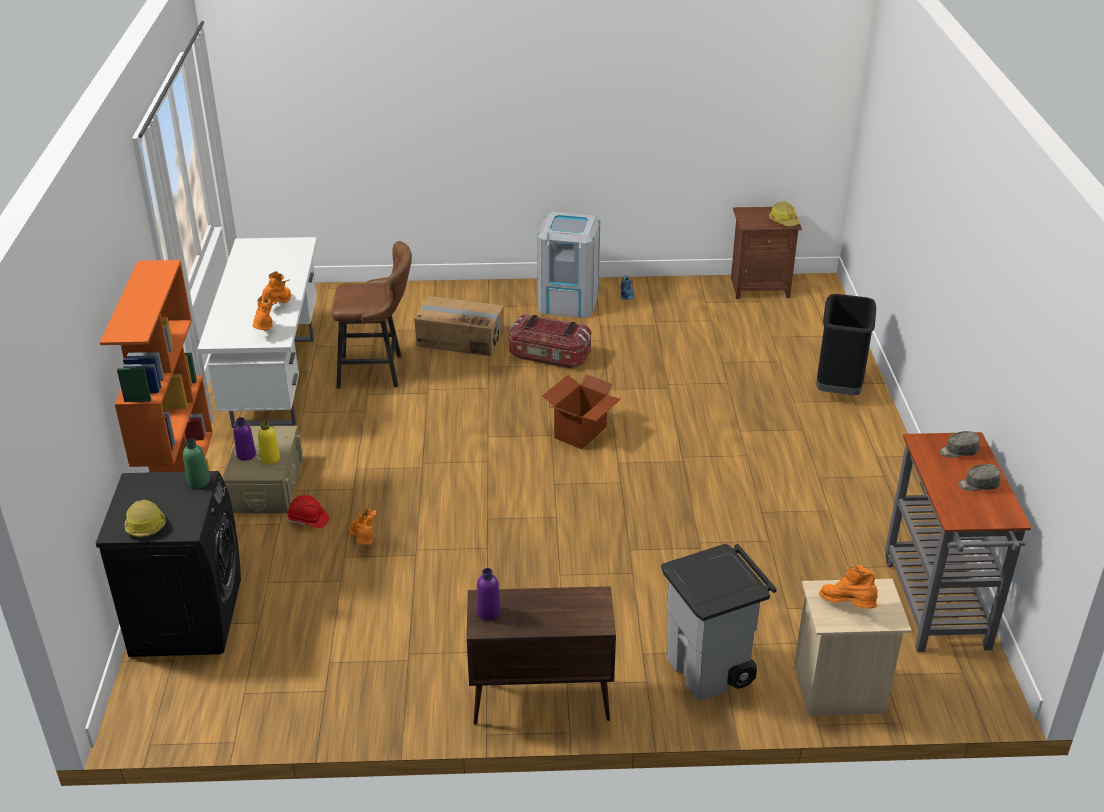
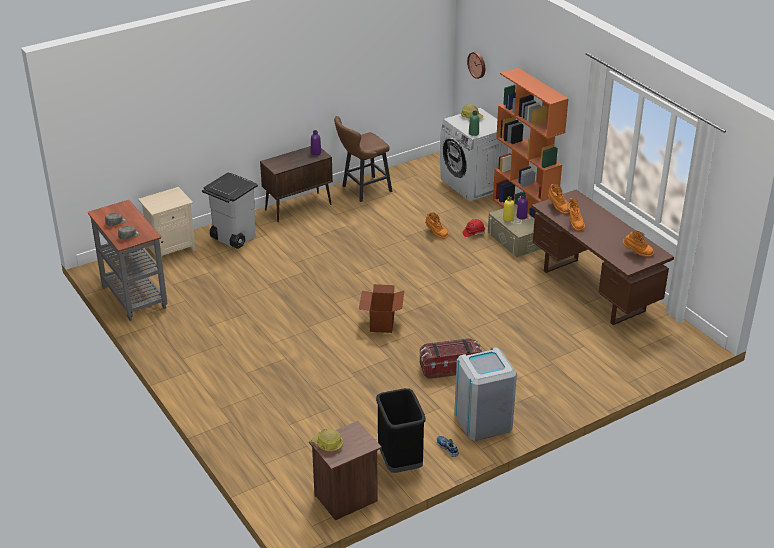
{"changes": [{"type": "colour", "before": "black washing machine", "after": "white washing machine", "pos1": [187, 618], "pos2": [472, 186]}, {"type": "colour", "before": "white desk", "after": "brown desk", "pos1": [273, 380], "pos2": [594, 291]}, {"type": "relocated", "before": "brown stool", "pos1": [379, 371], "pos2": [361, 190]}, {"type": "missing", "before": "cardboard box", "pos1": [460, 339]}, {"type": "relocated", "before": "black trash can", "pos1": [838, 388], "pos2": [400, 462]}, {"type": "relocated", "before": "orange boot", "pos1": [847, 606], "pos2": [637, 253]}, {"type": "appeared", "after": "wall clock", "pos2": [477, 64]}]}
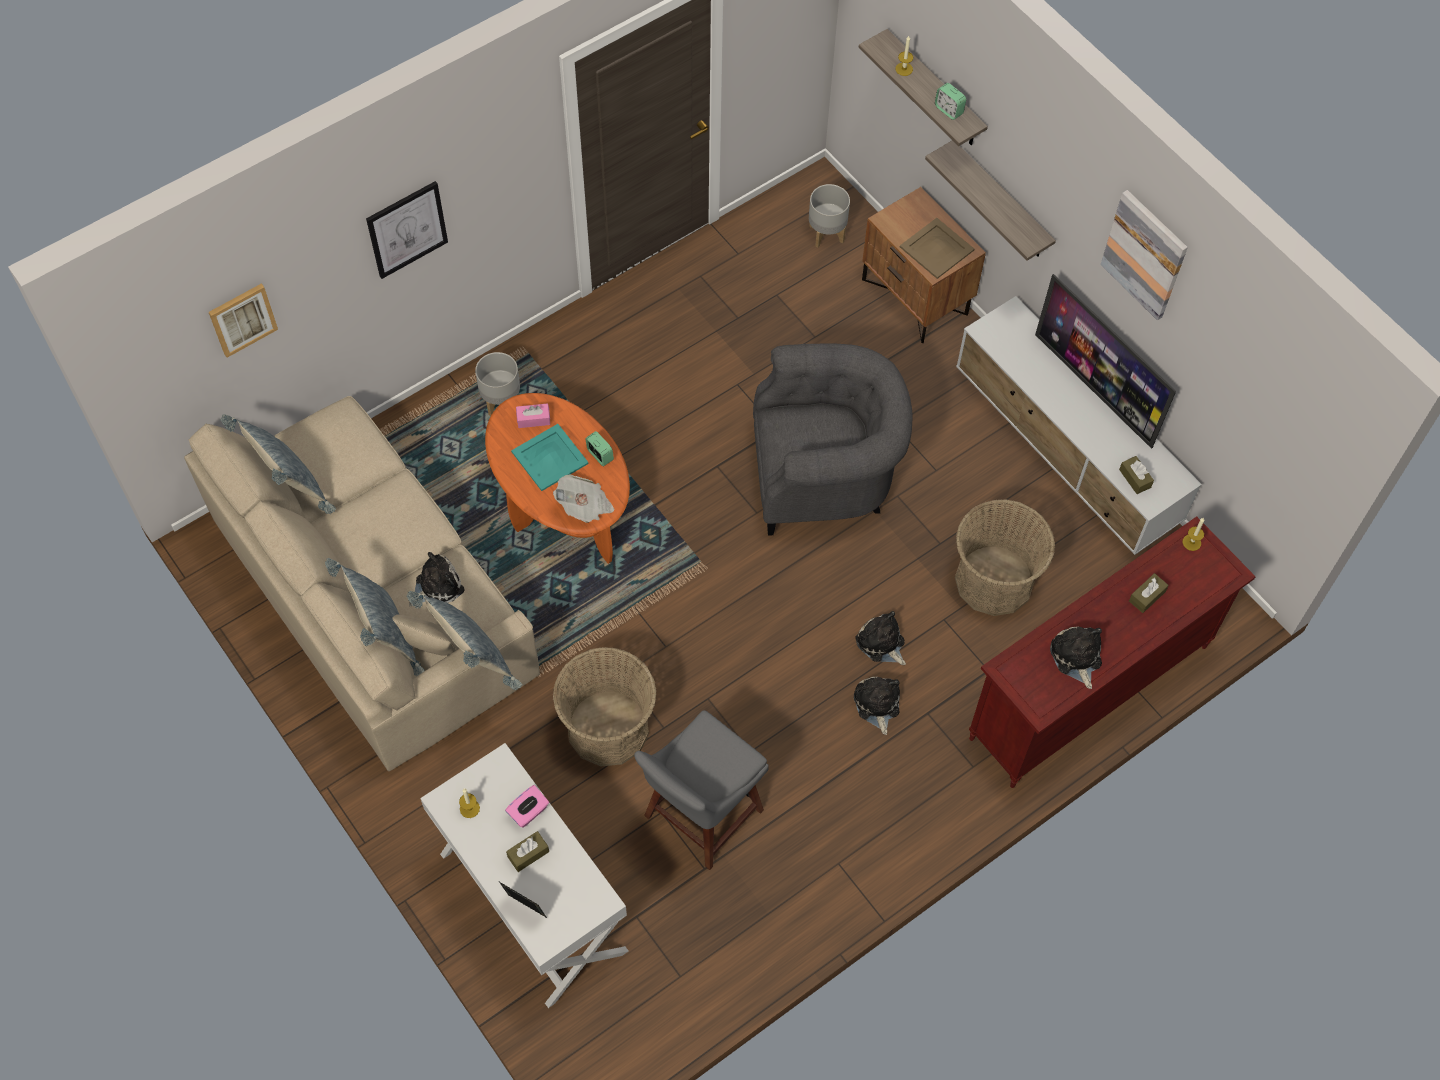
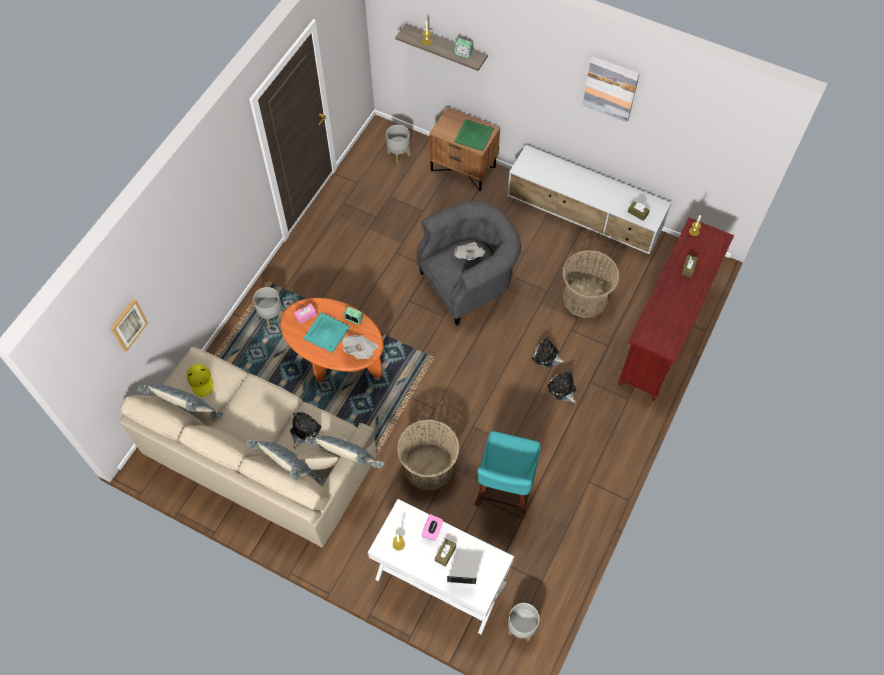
{"changes": [{"type": "missing", "before": "picture", "pos1": [407, 229]}, {"type": "colour", "before": "grey stool", "after": "turquoise stool", "pos1": [699, 816], "pos2": [504, 491]}, {"type": "colour", "before": "beige tray", "after": "green tray", "pos1": [936, 248], "pos2": [473, 135]}, {"type": "missing", "before": "shelf", "pos1": [1001, 202]}, {"type": "missing", "before": "television", "pos1": [1095, 389]}, {"type": "missing", "before": "plush toy", "pos1": [1076, 657]}, {"type": "appeared", "after": "yellow hat", "pos2": [201, 381]}, {"type": "appeared", "after": "newspaper", "pos2": [469, 255]}, {"type": "appeared", "after": "grey planter", "pos2": [521, 627]}]}
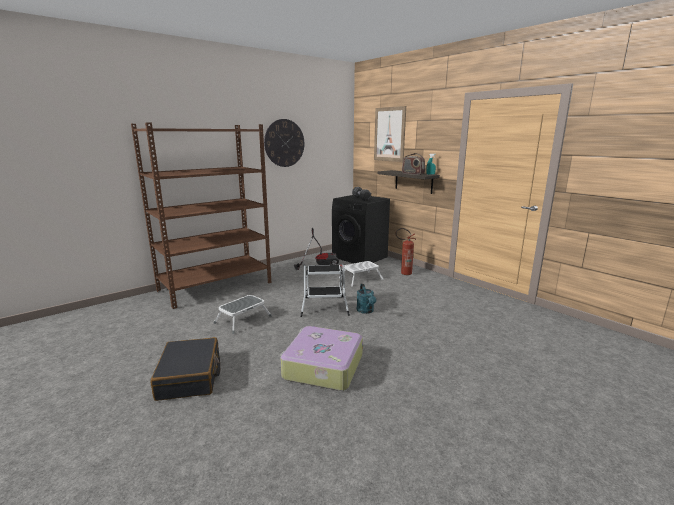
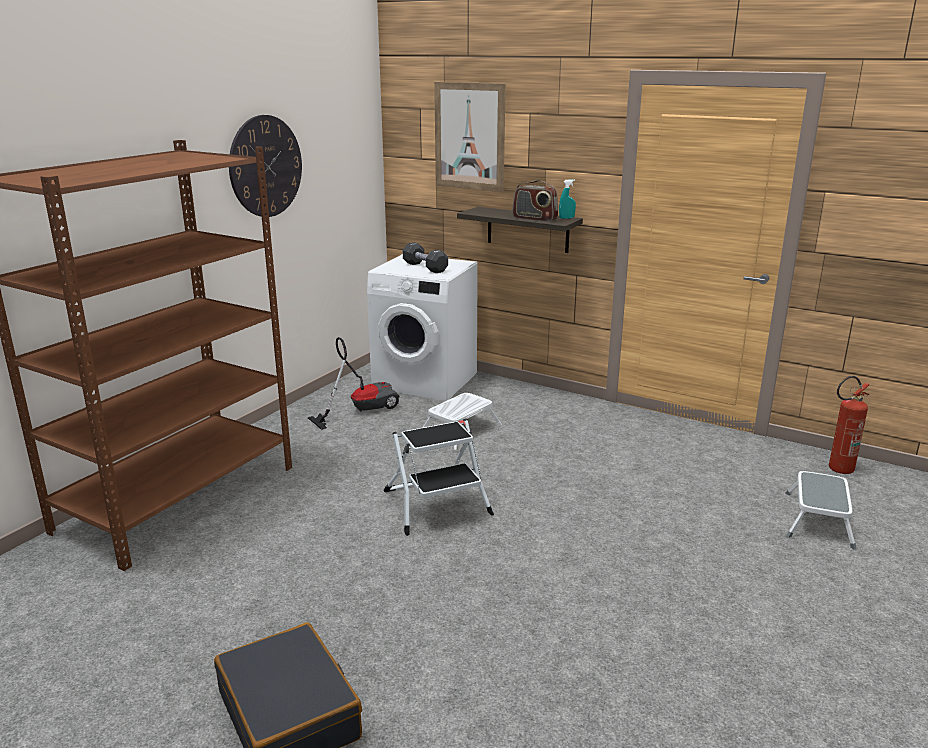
{"changes": [{"type": "relocated", "before": "grey step ladder", "pos1": [243, 320], "pos2": [819, 519]}, {"type": "missing", "before": "suitcase", "pos1": [322, 367]}, {"type": "colour", "before": "black washing machine", "after": "white washing machine", "pos1": [359, 257], "pos2": [424, 380]}, {"type": "missing", "before": "turquoise watering can", "pos1": [366, 311]}, {"type": "relocated", "before": "fire extinguisher", "pos1": [403, 273], "pos2": [836, 470]}]}
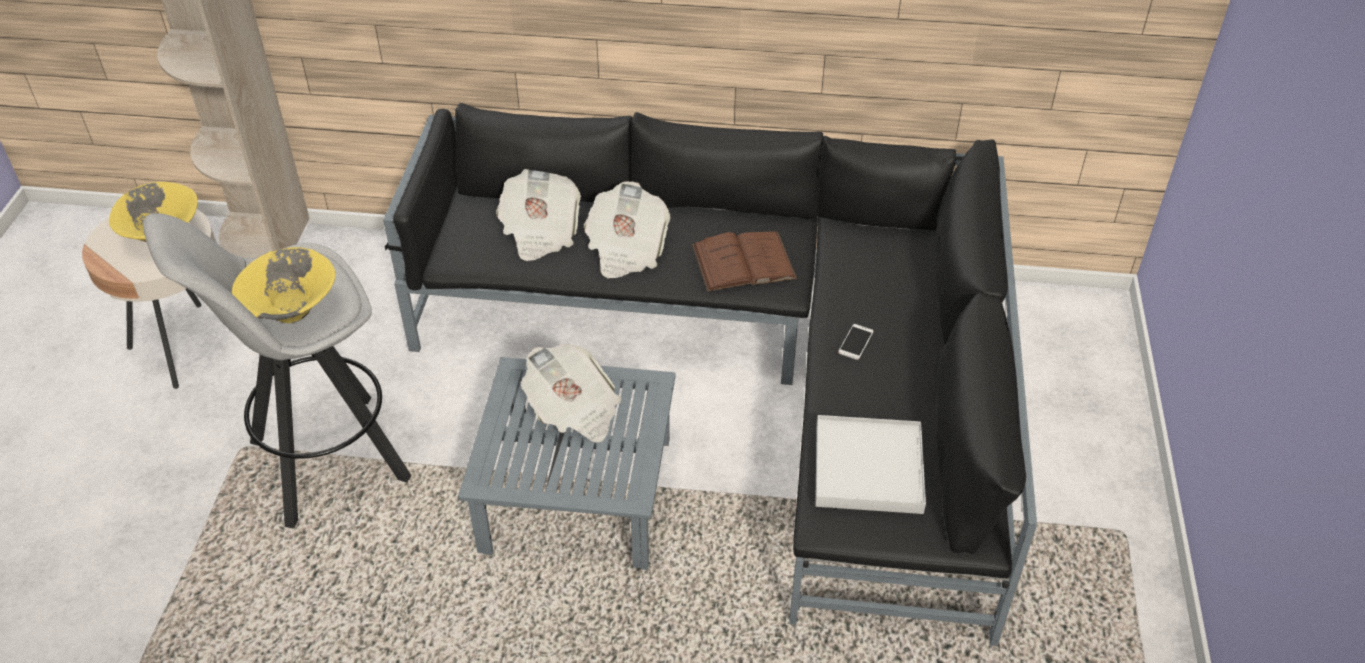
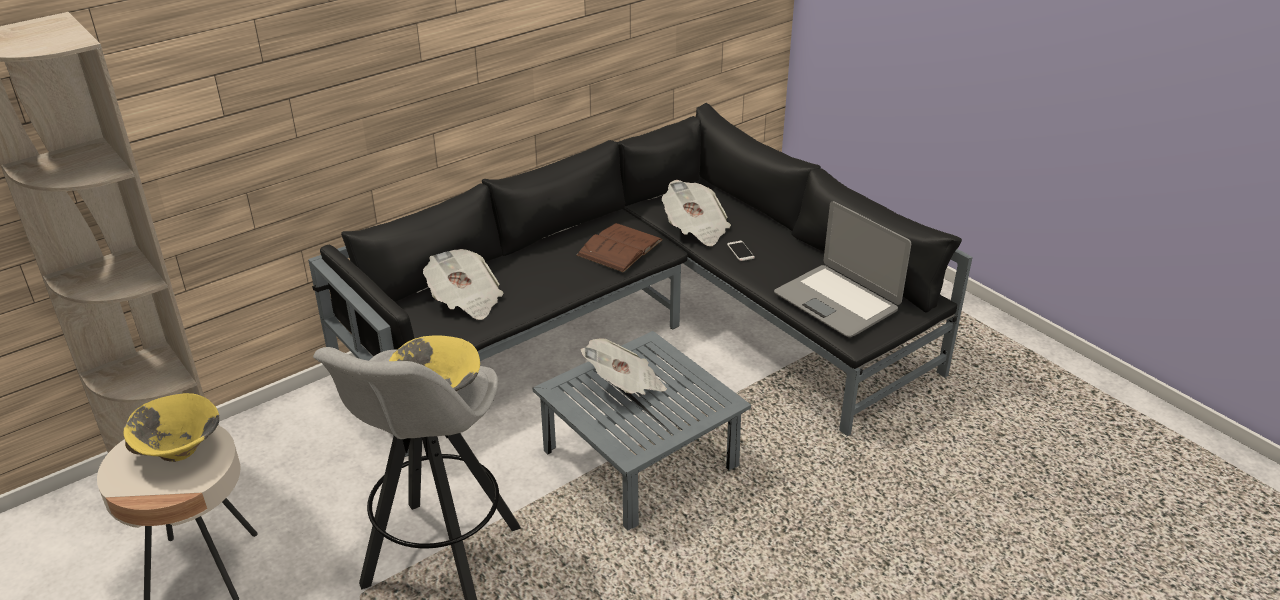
{"changes": [{"type": "relocated", "before": "newspaper", "pos1": [626, 249], "pos2": [696, 229]}, {"type": "exchanged", "before": "white tray", "after": "laptop", "pos1": [868, 468], "pos2": [837, 301]}]}
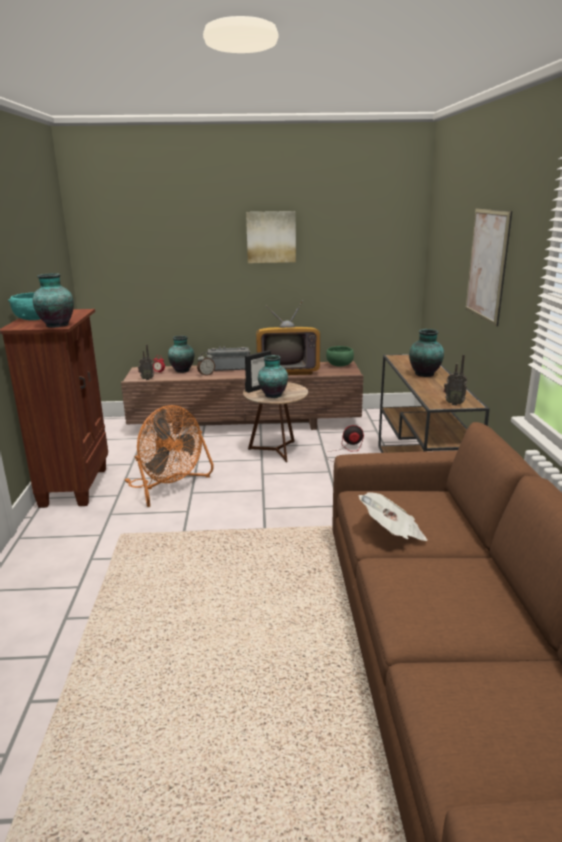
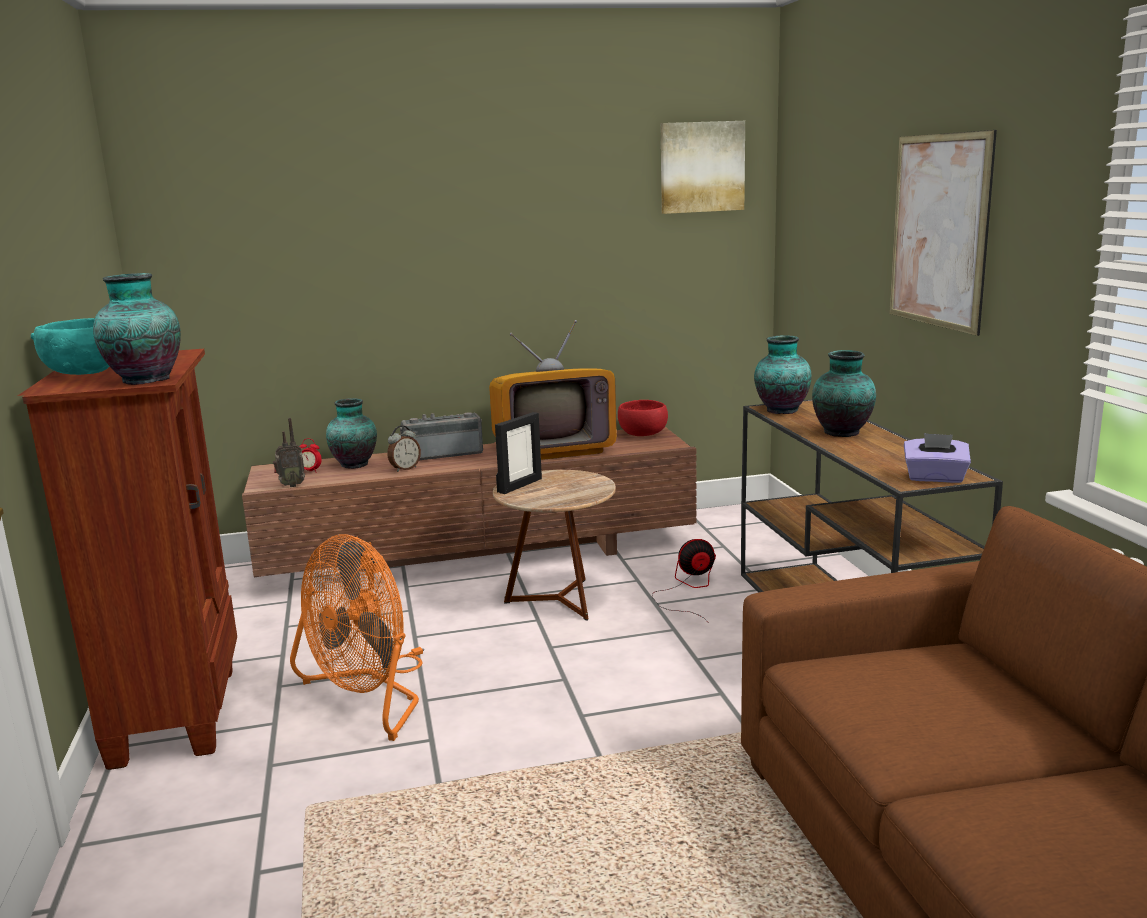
{"changes": [{"type": "spun", "before": "orange fan", "pos1": [167, 487], "pos2": [371, 694], "turn": 105}, {"type": "relocated", "before": "picture", "pos1": [271, 237], "pos2": [701, 167]}, {"type": "relocated", "before": "vase", "pos1": [272, 395], "pos2": [780, 411]}, {"type": "colour", "before": "green bowl", "after": "red bowl", "pos1": [340, 365], "pos2": [643, 434]}, {"type": "missing", "before": "newspaper", "pos1": [392, 532]}, {"type": "exchanged", "before": "radio", "after": "purple tissue box", "pos1": [453, 403], "pos2": [935, 478]}]}
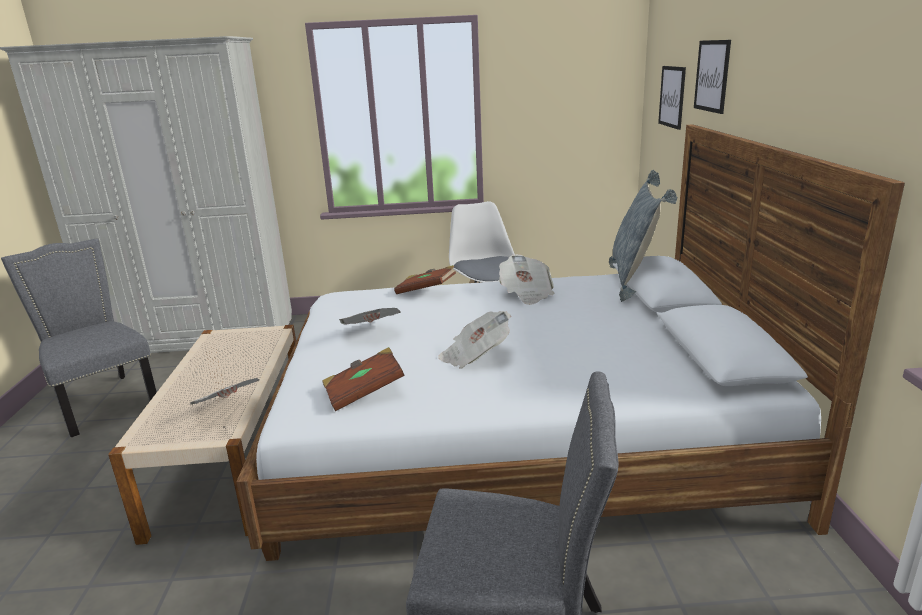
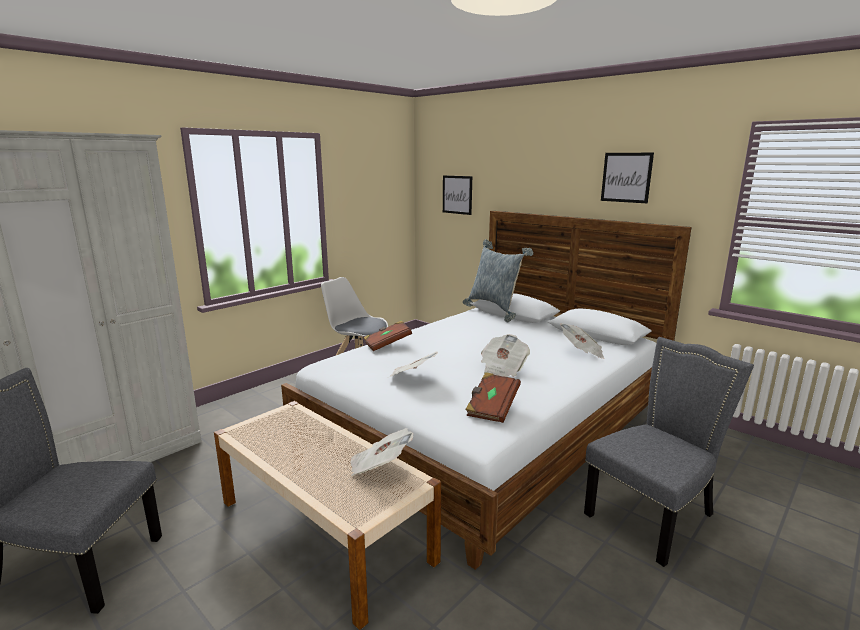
{"changes": [{"type": "relocated", "before": "newspaper", "pos1": [526, 294], "pos2": [582, 352]}, {"type": "relocated", "before": "picture", "pos1": [712, 76], "pos2": [626, 177]}]}
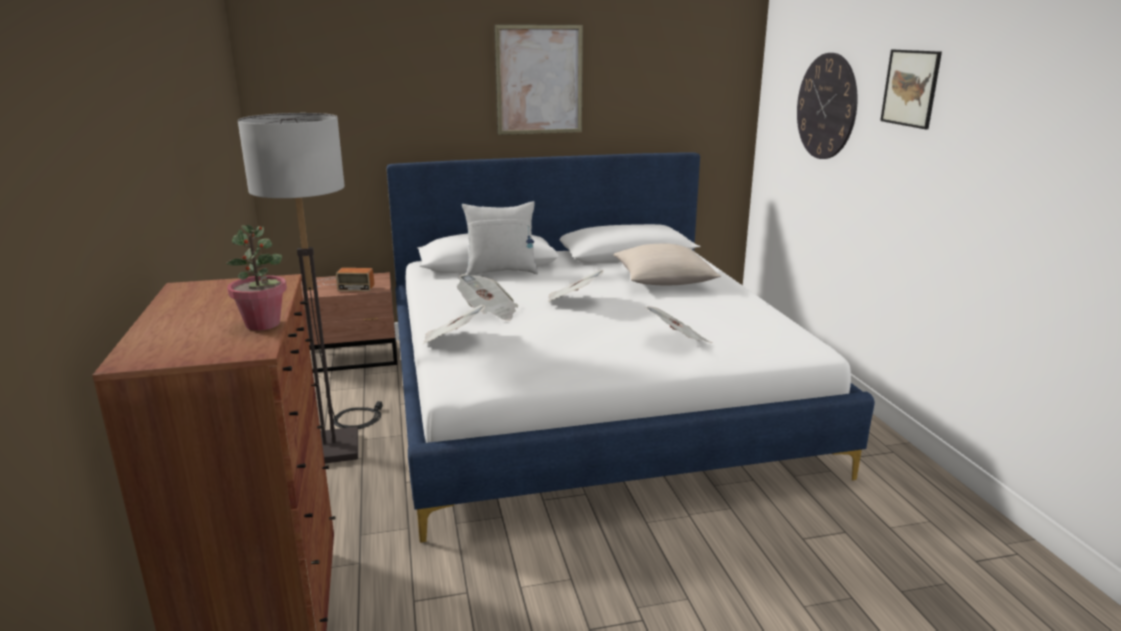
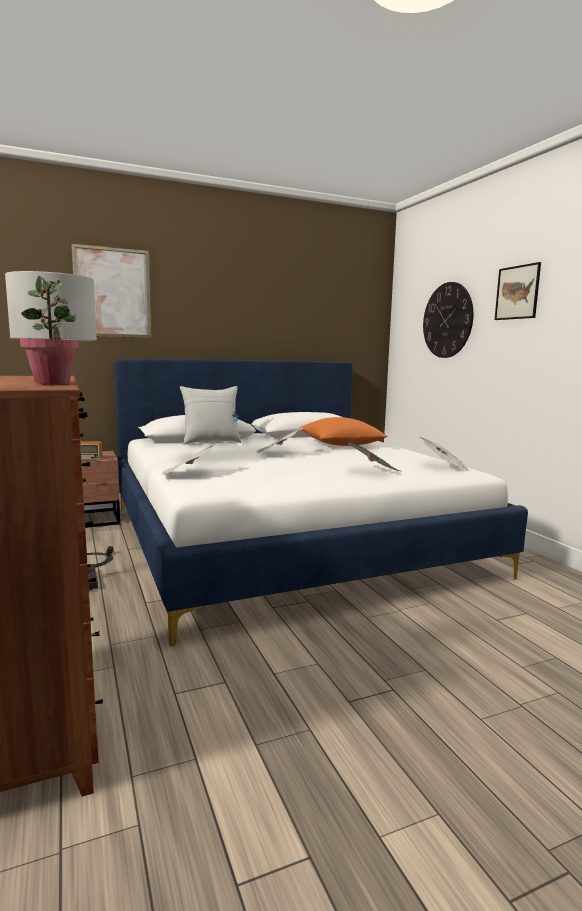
{"changes": [{"type": "relocated", "before": "newspaper", "pos1": [489, 312], "pos2": [443, 467]}, {"type": "relocated", "before": "picture", "pos1": [539, 80], "pos2": [113, 292]}, {"type": "colour", "before": "beige pillow", "after": "orange pillow", "pos1": [663, 280], "pos2": [340, 444]}]}
